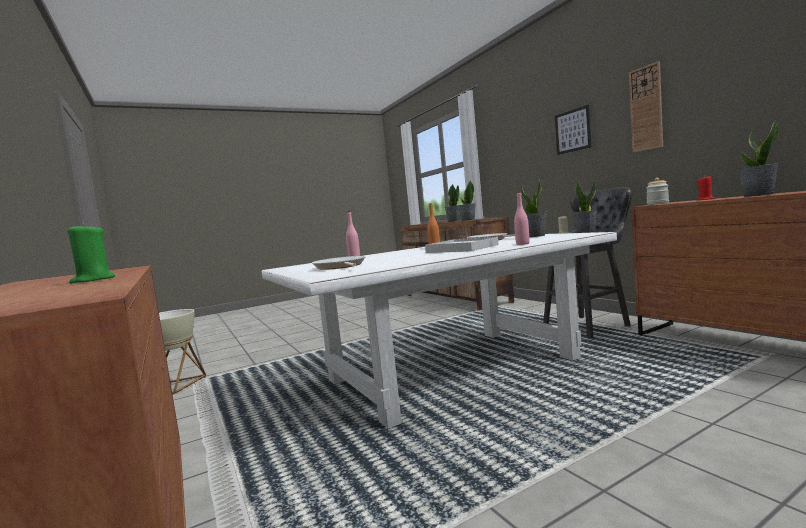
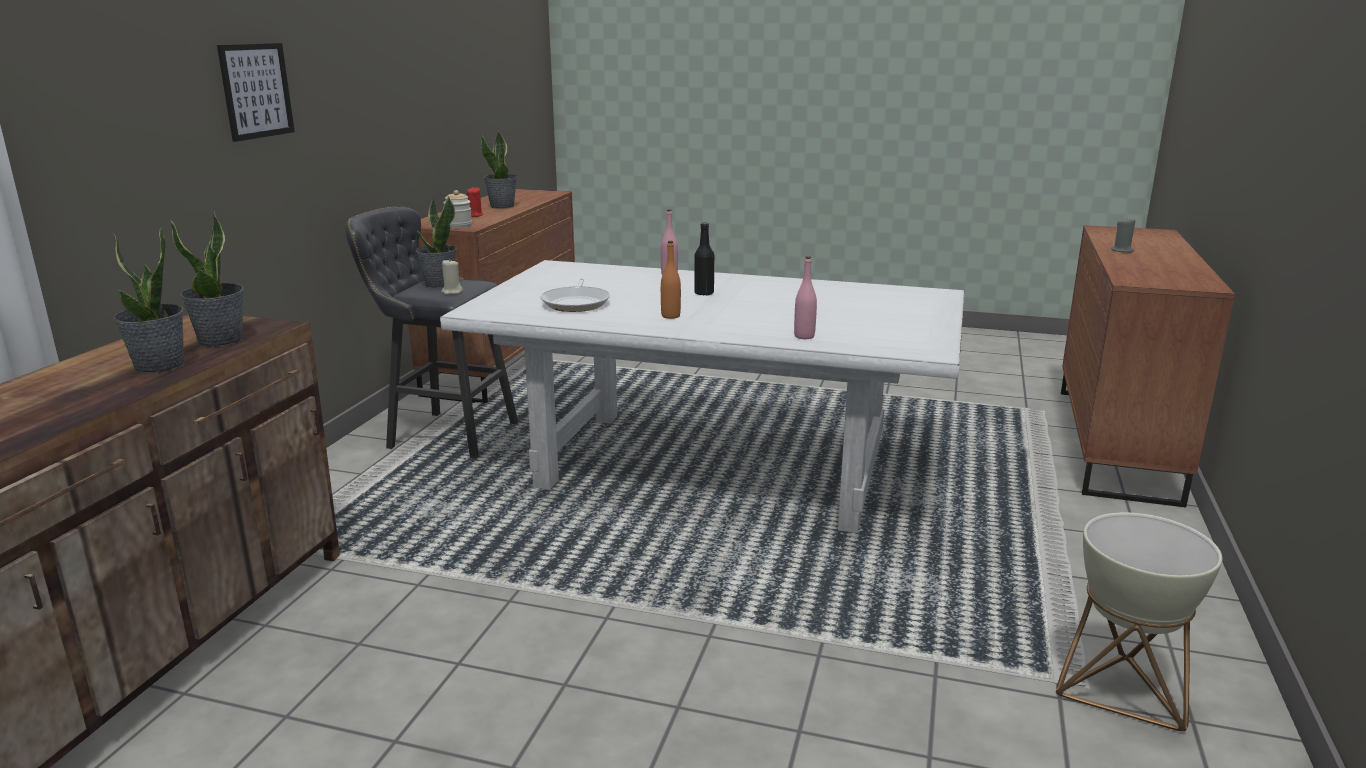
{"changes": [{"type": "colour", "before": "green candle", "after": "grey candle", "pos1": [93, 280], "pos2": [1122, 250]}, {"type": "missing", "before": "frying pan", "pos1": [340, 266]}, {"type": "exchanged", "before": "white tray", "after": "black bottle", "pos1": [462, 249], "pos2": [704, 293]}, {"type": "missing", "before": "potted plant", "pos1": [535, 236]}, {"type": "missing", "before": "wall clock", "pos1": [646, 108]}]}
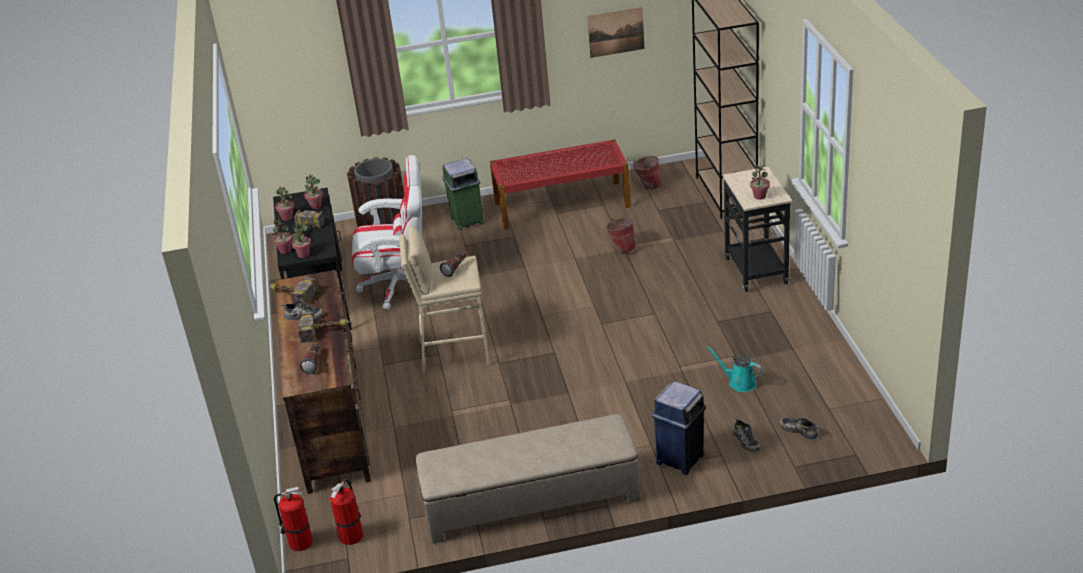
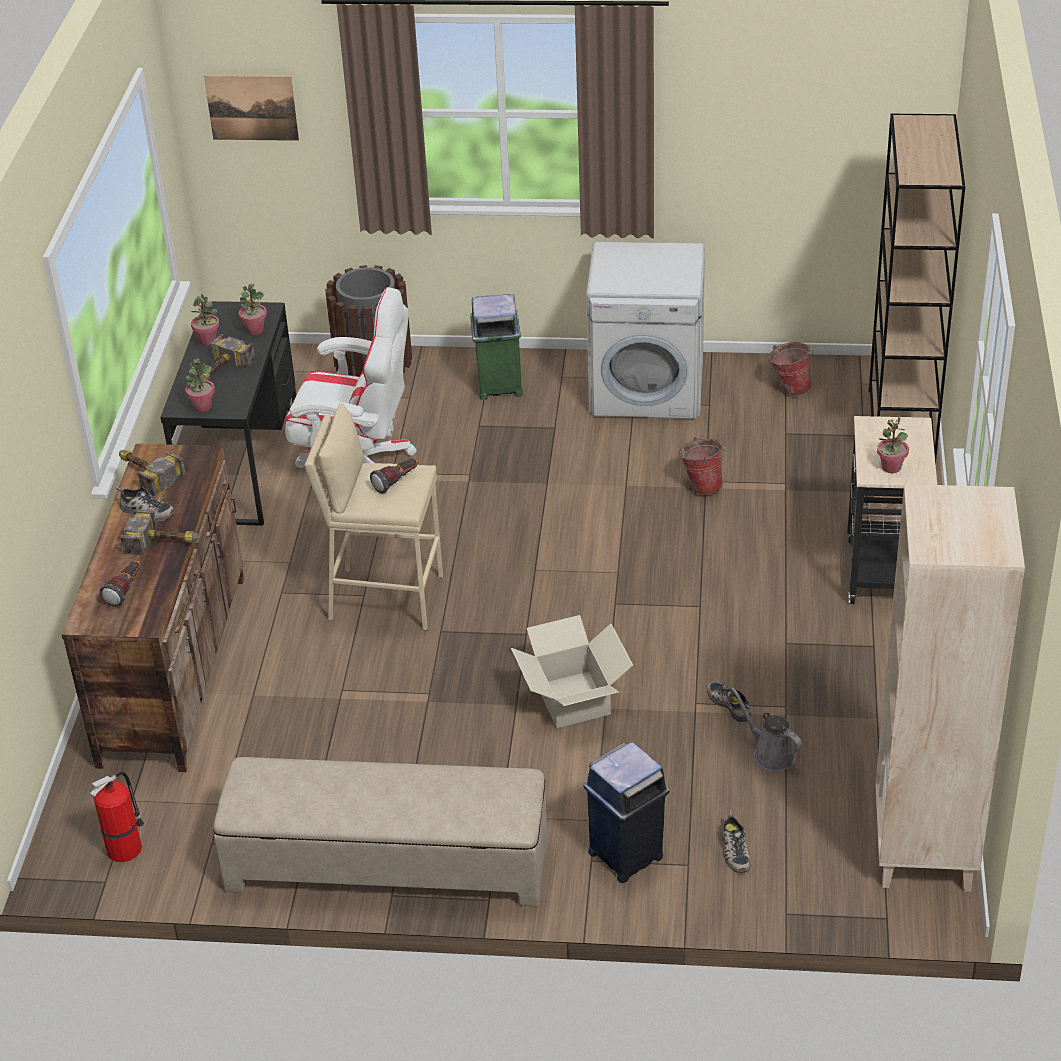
{"changes": [{"type": "missing", "before": "potted plant", "pos1": [285, 250]}, {"type": "missing", "before": "fire extinguisher", "pos1": [299, 542]}, {"type": "exchanged", "before": "red bench", "after": "white washing machine", "pos1": [562, 204], "pos2": [647, 390]}, {"type": "relocated", "before": "picture", "pos1": [616, 32], "pos2": [252, 107]}, {"type": "colour", "before": "turquoise watering can", "after": "grey watering can", "pos1": [739, 383], "pos2": [770, 753]}, {"type": "relocated", "before": "shoe", "pos1": [799, 430], "pos2": [730, 704]}, {"type": "appeared", "after": "cardboard box", "pos2": [572, 700]}, {"type": "appeared", "after": "beige bookcase", "pos2": [924, 850]}]}
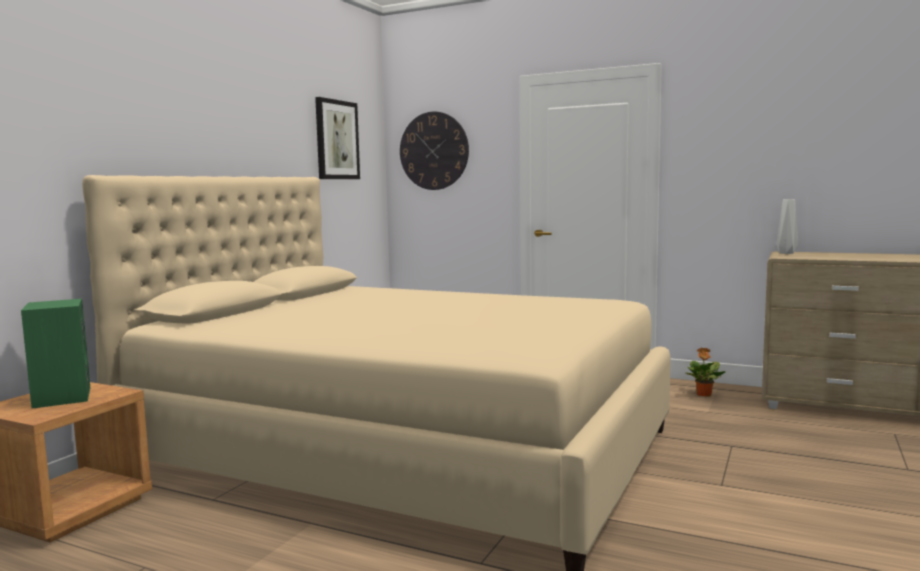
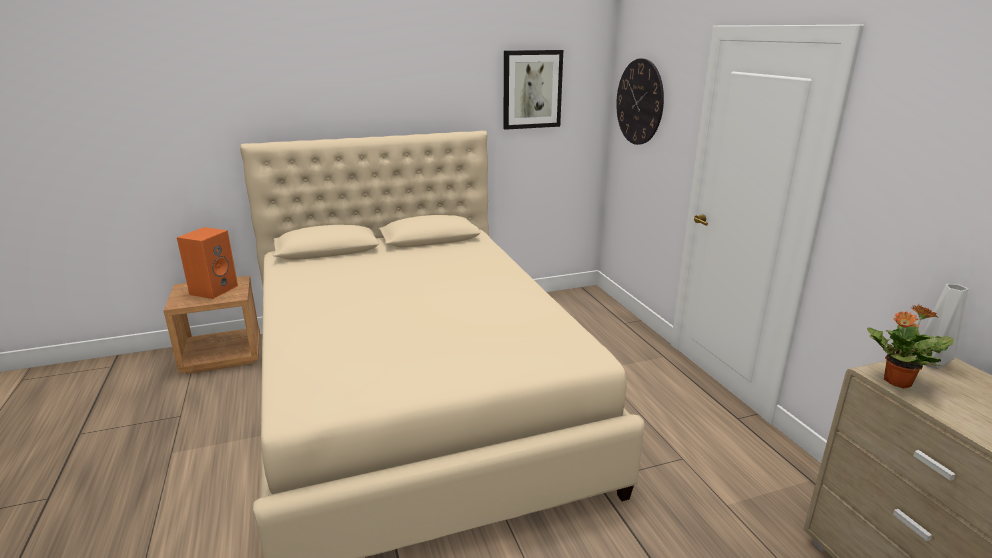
{"changes": [{"type": "colour", "before": "green speaker", "after": "orange speaker", "pos1": [60, 397], "pos2": [214, 289]}, {"type": "relocated", "before": "potted plant", "pos1": [703, 395], "pos2": [896, 382]}]}
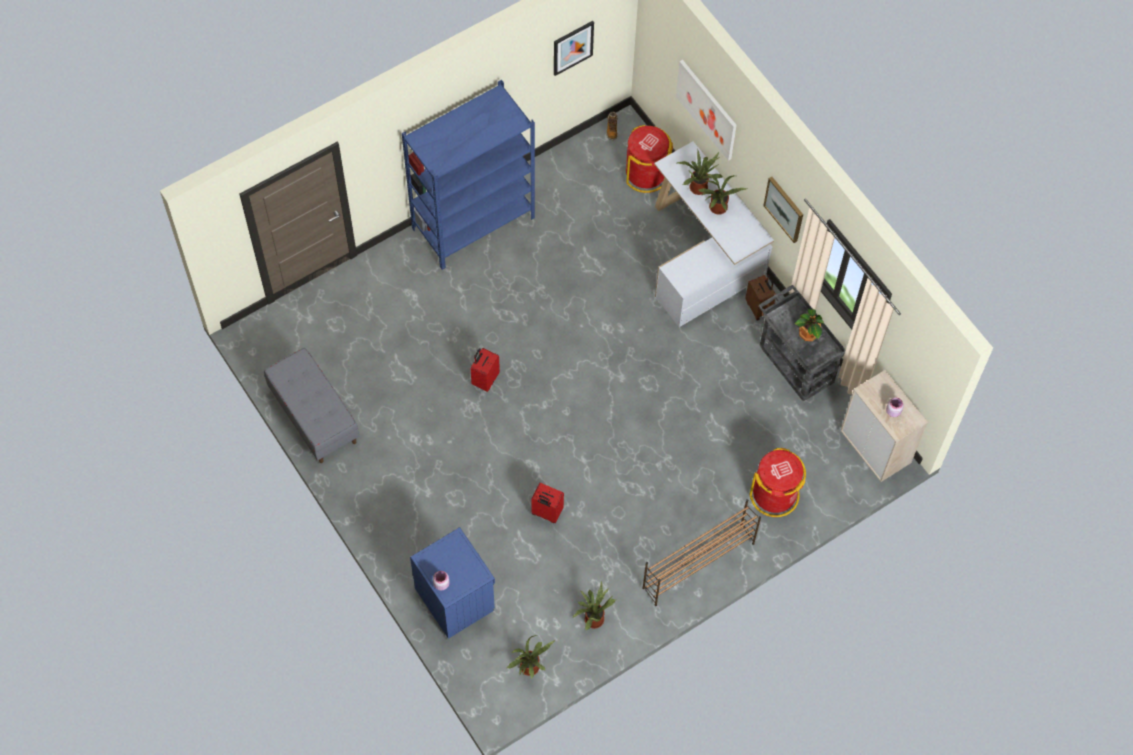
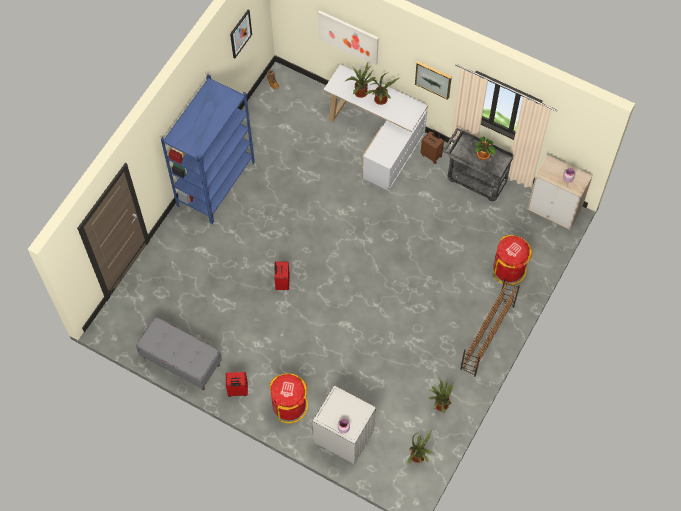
{"changes": [{"type": "colour", "before": "blue washing machine", "after": "white washing machine", "pos1": [456, 598], "pos2": [344, 435]}, {"type": "relocated", "before": "red suitcase", "pos1": [546, 513], "pos2": [237, 391]}, {"type": "relocated", "before": "red trash can", "pos1": [646, 173], "pos2": [289, 405]}]}
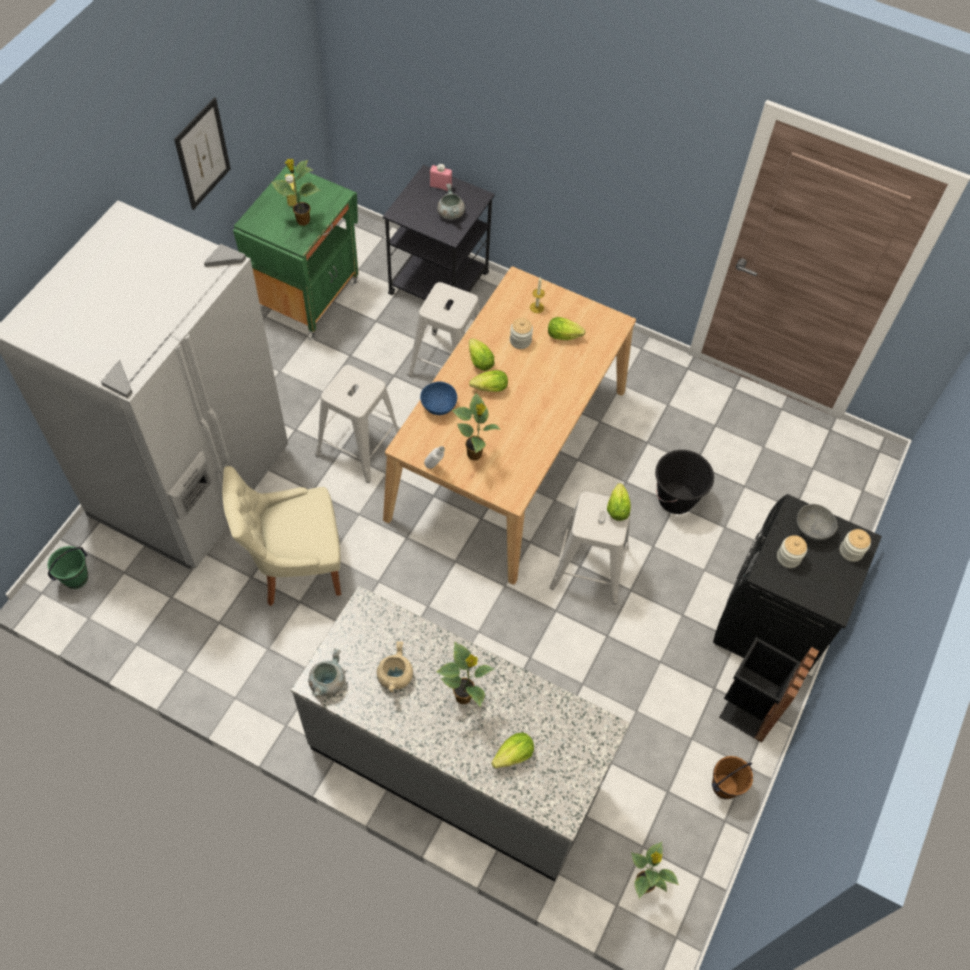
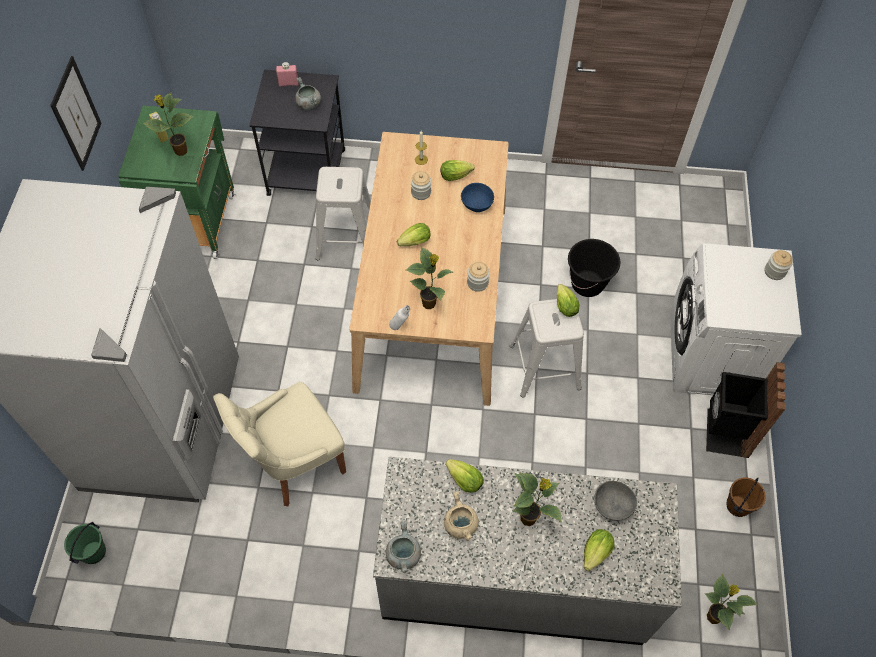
{"changes": [{"type": "missing", "before": "white stool", "pos1": [359, 445]}, {"type": "relocated", "before": "blue bowl", "pos1": [438, 407], "pos2": [476, 205]}, {"type": "relocated", "before": "lettuce", "pos1": [479, 360], "pos2": [462, 479]}, {"type": "colour", "before": "black washing machine", "after": "white washing machine", "pos1": [772, 623], "pos2": [710, 357]}, {"type": "relocated", "before": "jar", "pos1": [788, 557], "pos2": [477, 283]}, {"type": "relocated", "before": "grey bowl", "pos1": [812, 530], "pos2": [612, 507]}]}
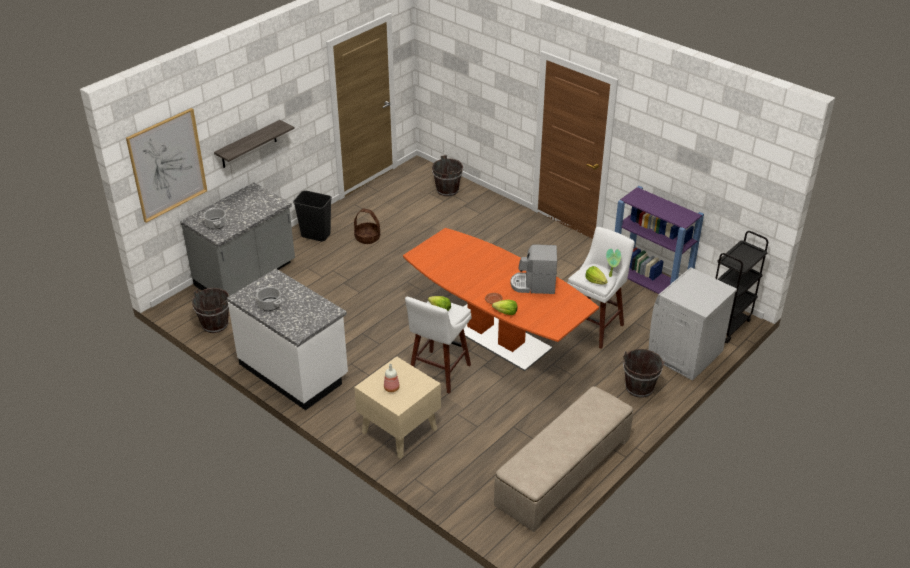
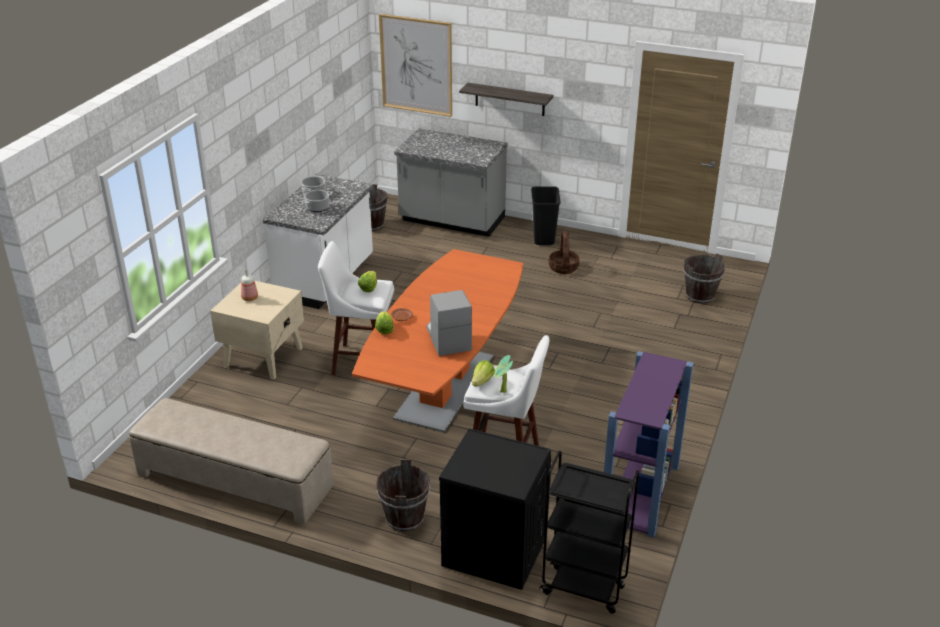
{"changes": [{"type": "relocated", "before": "cooking pot", "pos1": [216, 224], "pos2": [318, 208]}, {"type": "colour", "before": "white washing machine", "after": "black washing machine", "pos1": [685, 355], "pos2": [494, 552]}]}
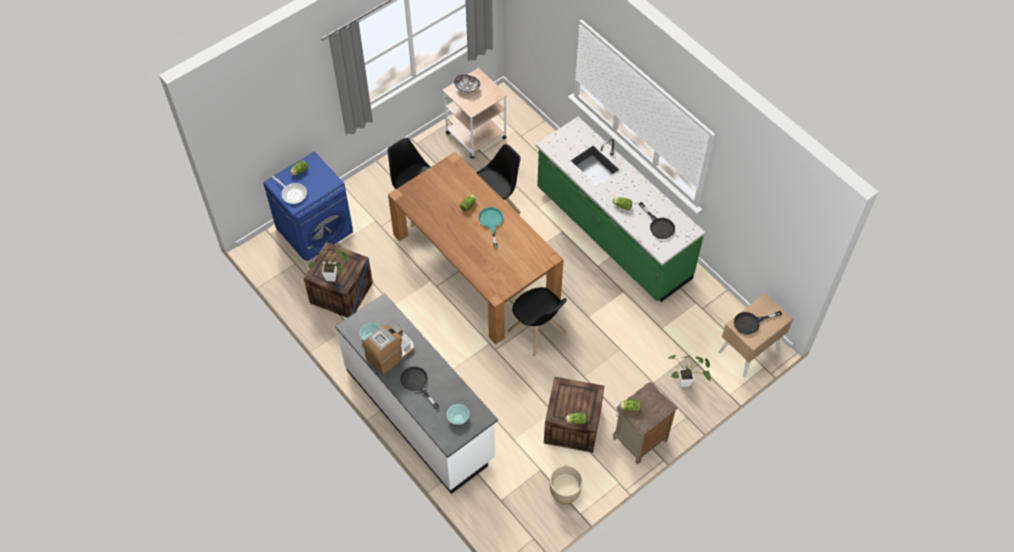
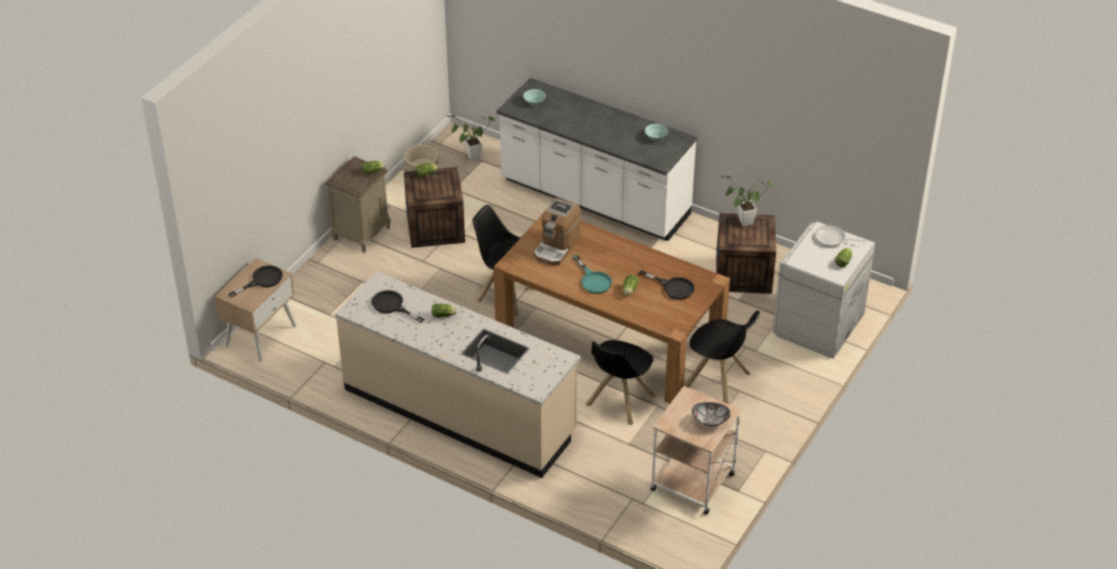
{"changes": [{"type": "colour", "before": "blue washing machine", "after": "white washing machine", "pos1": [316, 229], "pos2": [816, 324]}, {"type": "relocated", "before": "coffee machine", "pos1": [390, 354], "pos2": [556, 247]}, {"type": "relocated", "before": "black frying pan", "pos1": [417, 384], "pos2": [673, 287]}, {"type": "colour", "before": "green counter", "after": "beige counter", "pos1": [612, 235], "pos2": [460, 410]}, {"type": "relocated", "before": "potted plant", "pos1": [687, 383], "pos2": [470, 157]}]}
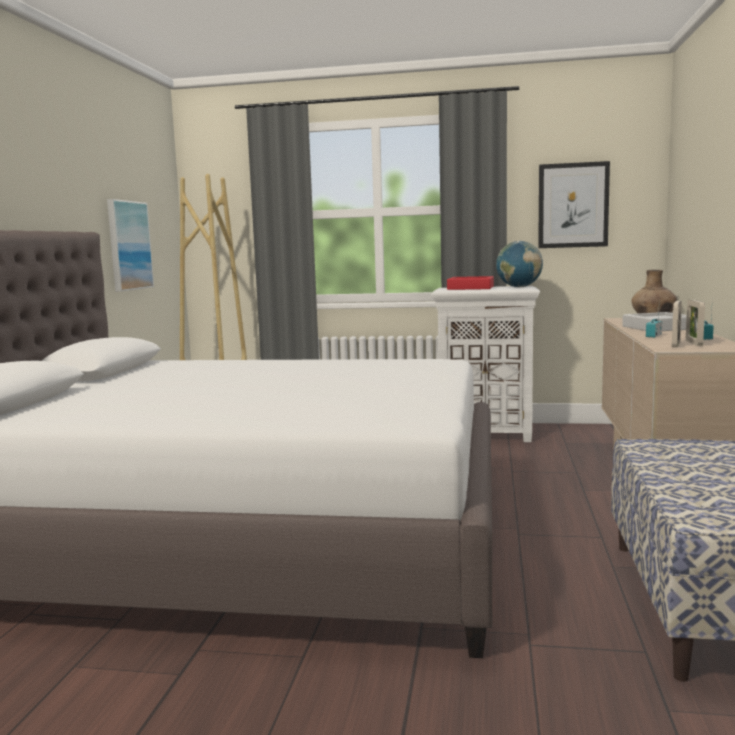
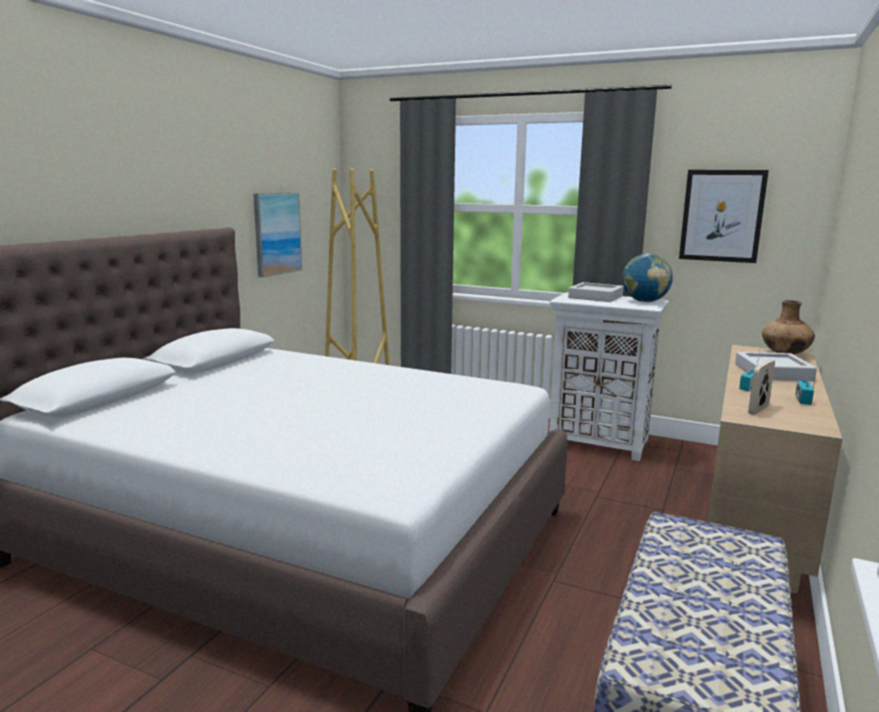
{"changes": [{"type": "colour", "before": "red tray", "after": "grey tray", "pos1": [470, 288], "pos2": [595, 297]}, {"type": "missing", "before": "picture frame", "pos1": [694, 343]}]}
